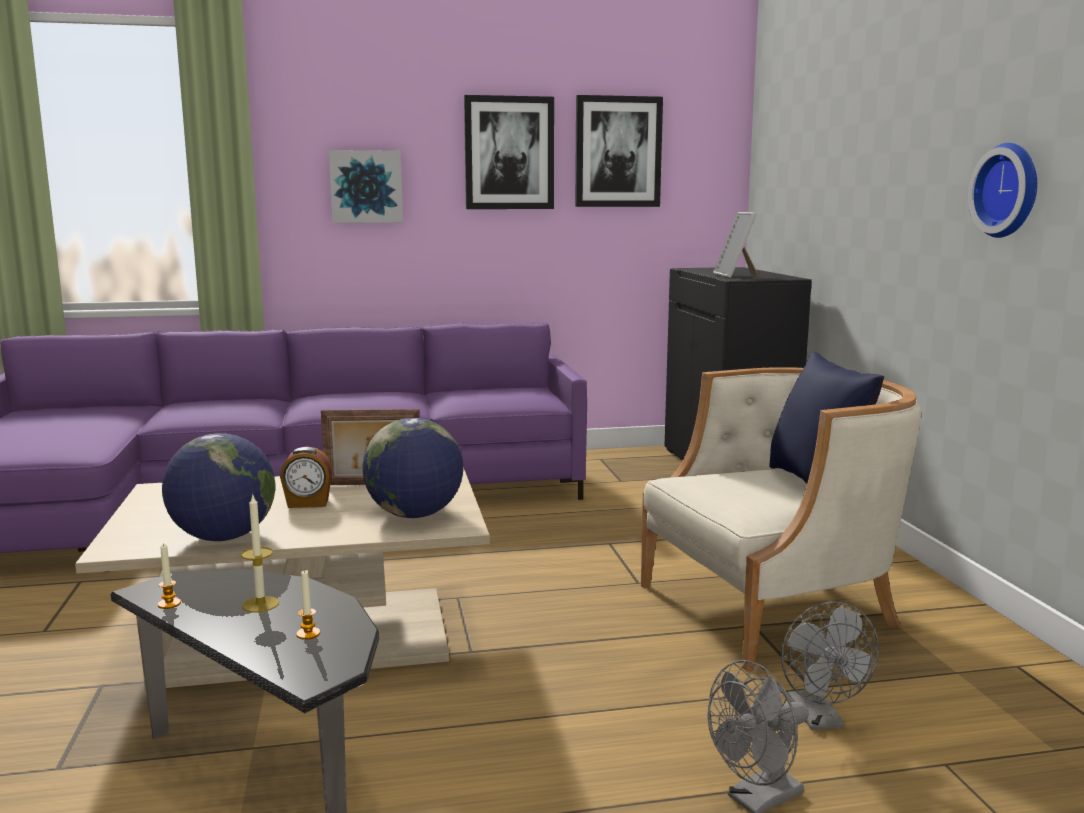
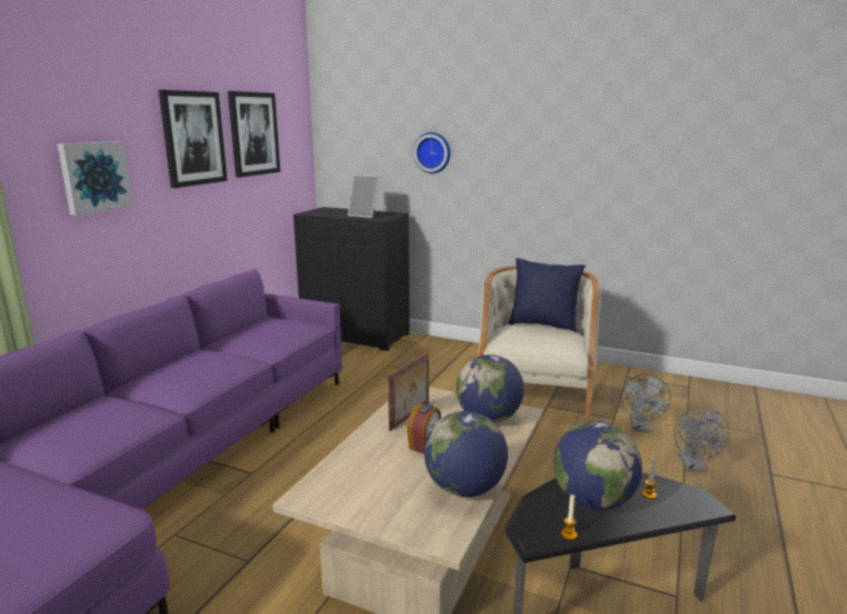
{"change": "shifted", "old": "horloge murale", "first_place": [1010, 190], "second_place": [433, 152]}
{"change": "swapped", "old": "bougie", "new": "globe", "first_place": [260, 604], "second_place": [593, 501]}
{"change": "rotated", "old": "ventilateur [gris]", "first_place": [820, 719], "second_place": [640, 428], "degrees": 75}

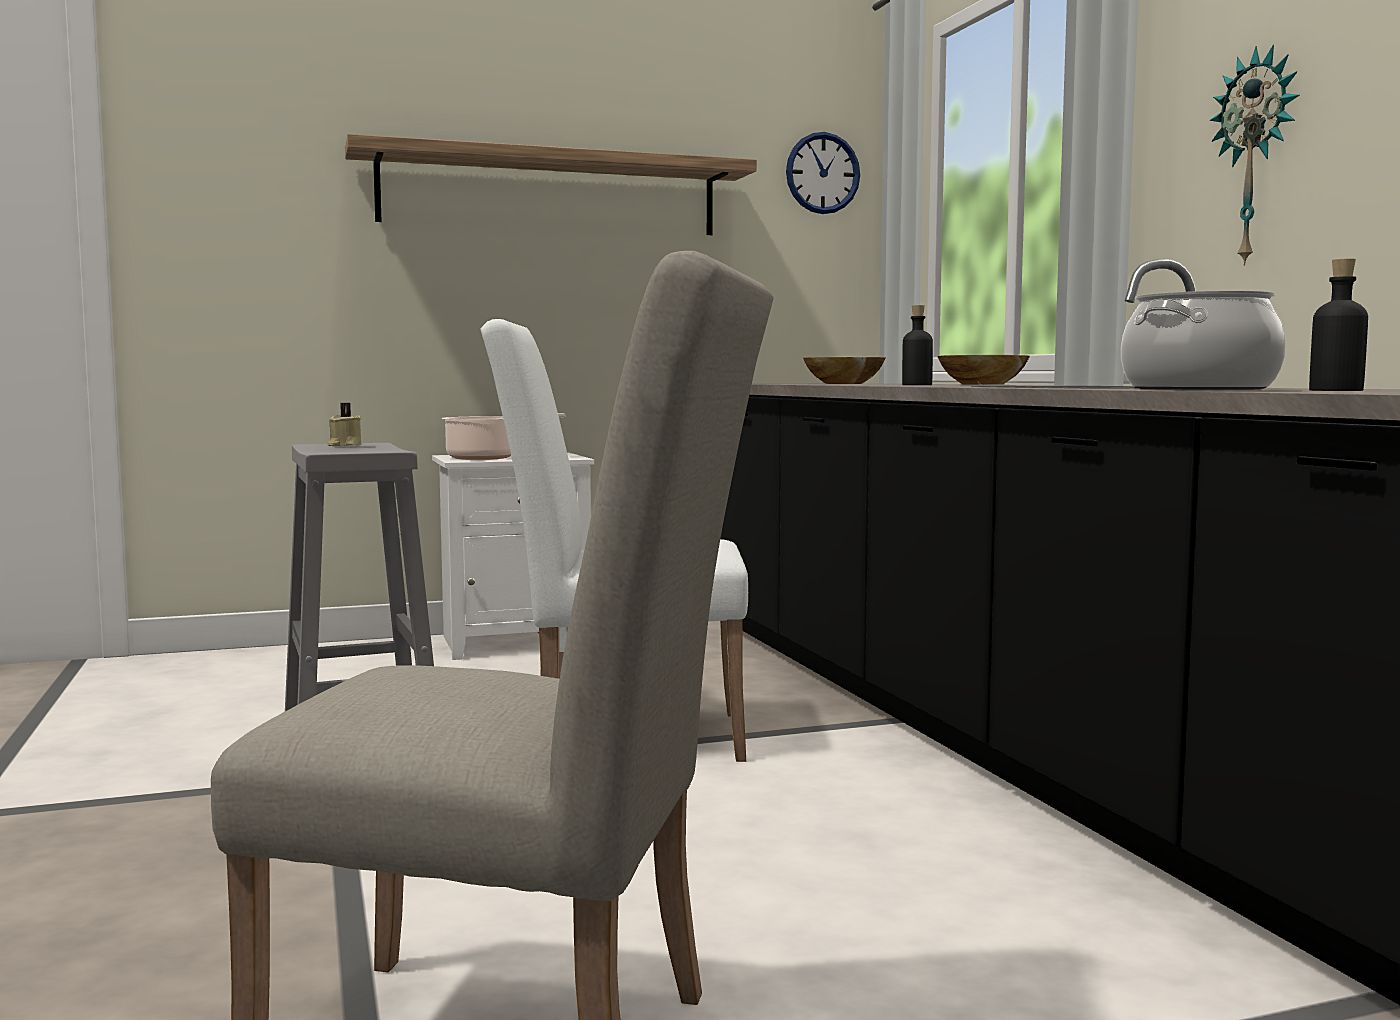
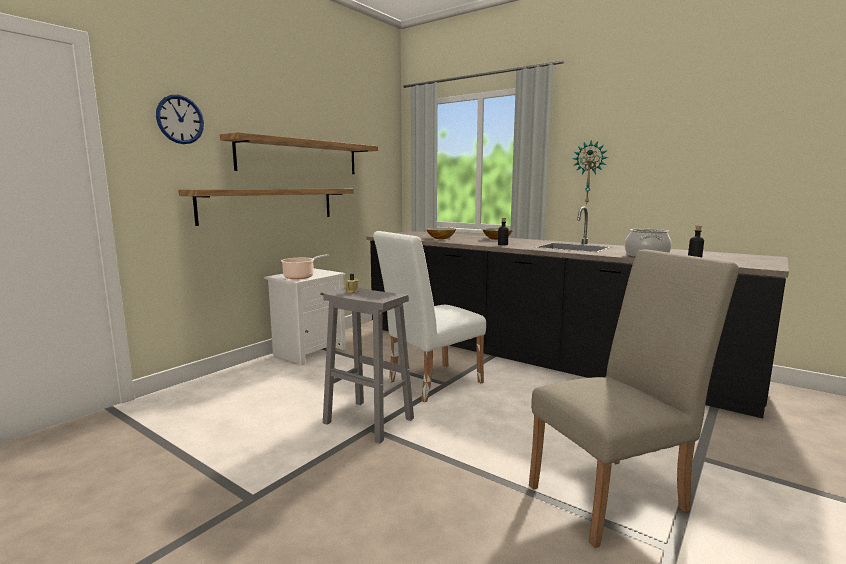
{"change": "shifted", "old": "horloge murale", "first_place": [822, 173], "second_place": [180, 119]}
{"change": "new", "new": "étagère", "second_place": [269, 205]}

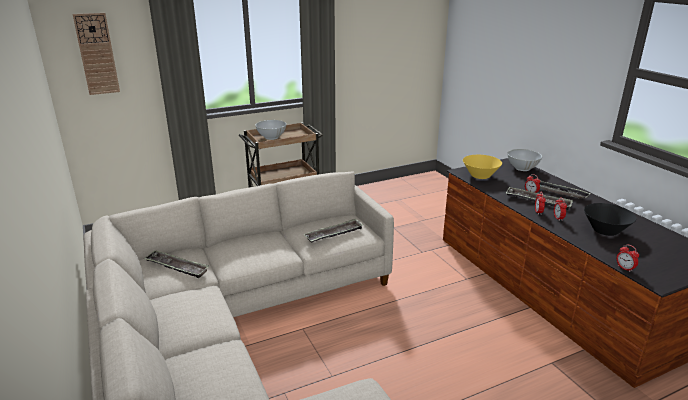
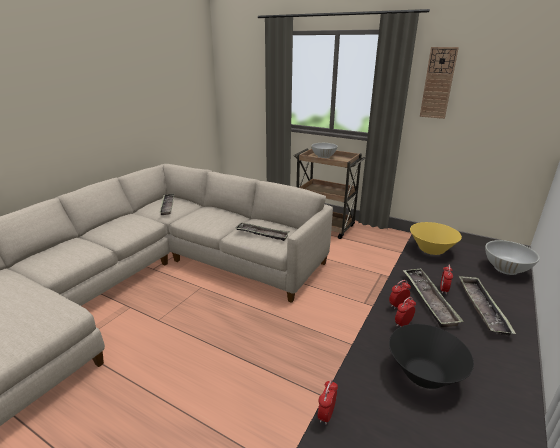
{"change": "shifted", "old": "horloge murale", "first_place": [97, 54], "second_place": [438, 83]}

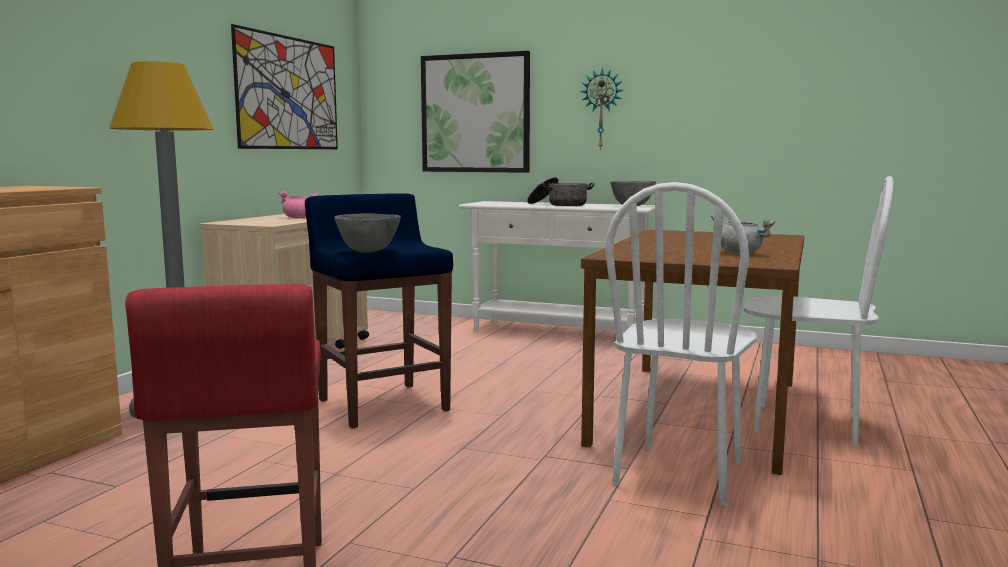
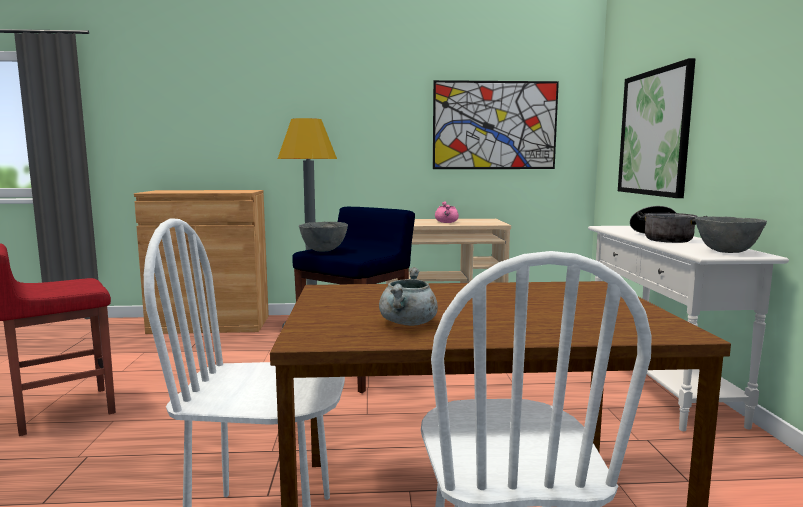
{"change": "gone", "old": "horloge murale", "first_place": [602, 109]}

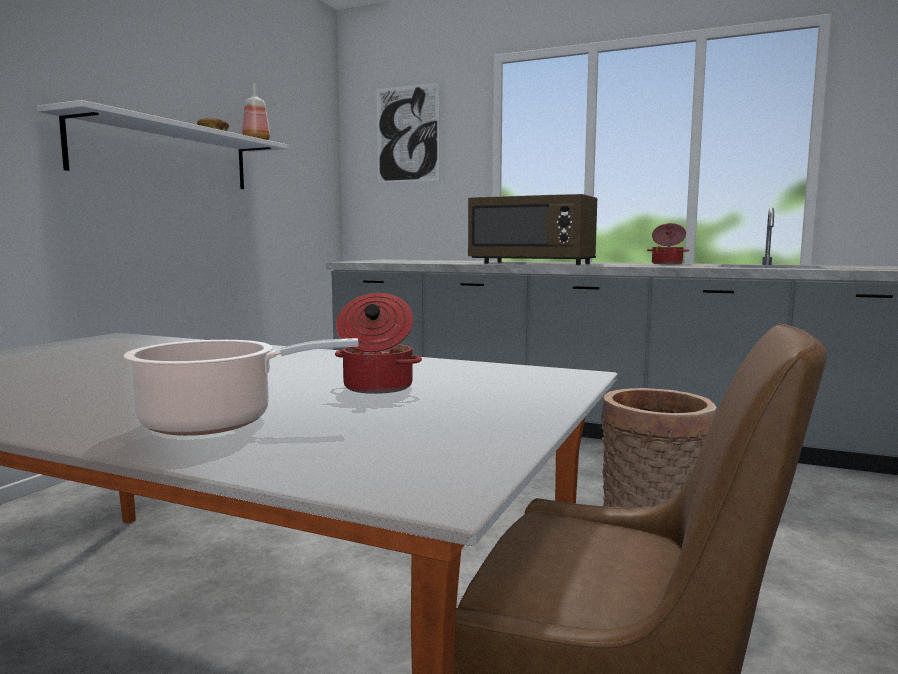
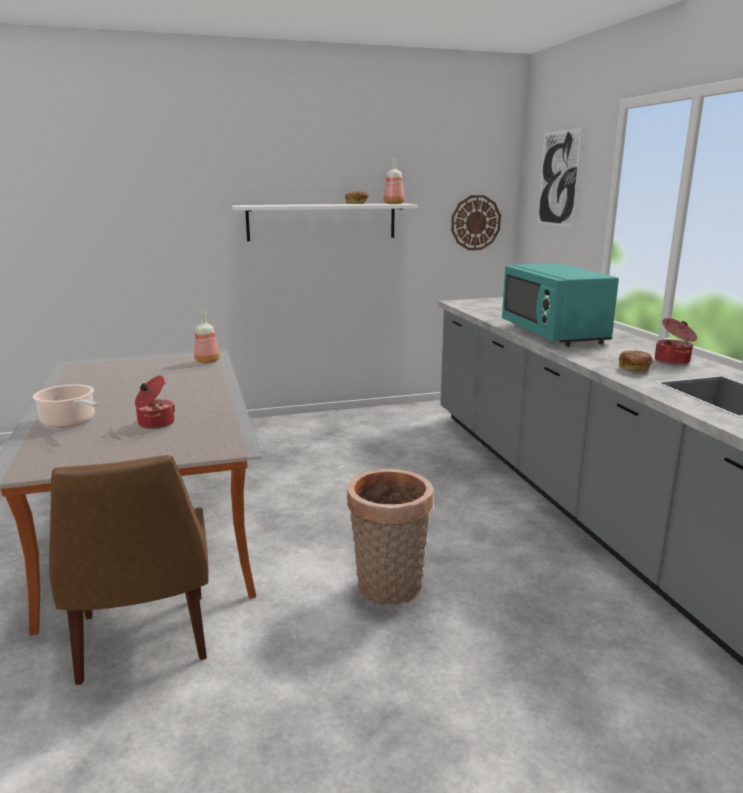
{"change": "repainted", "old": "micro-ondes [marron]", "new": "micro-ondes [turquoise]", "first_place": [533, 263], "second_place": [553, 334]}
{"change": "new", "new": "horloge murale", "second_place": [475, 222]}
{"change": "new", "new": "bouteille", "second_place": [208, 361]}
{"change": "new", "new": "pain", "second_place": [634, 369]}

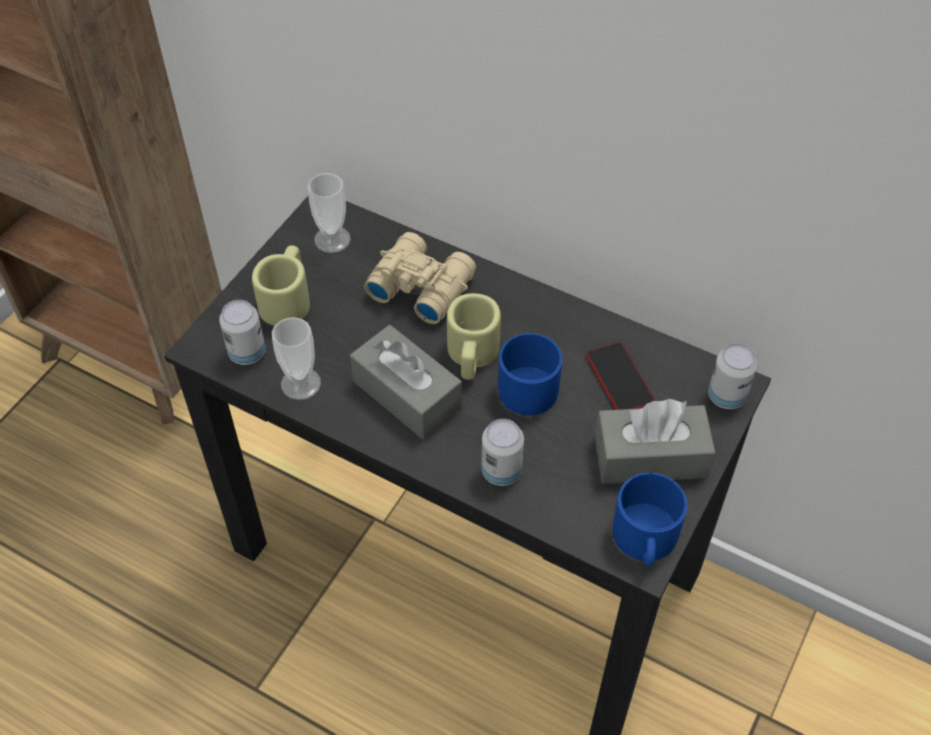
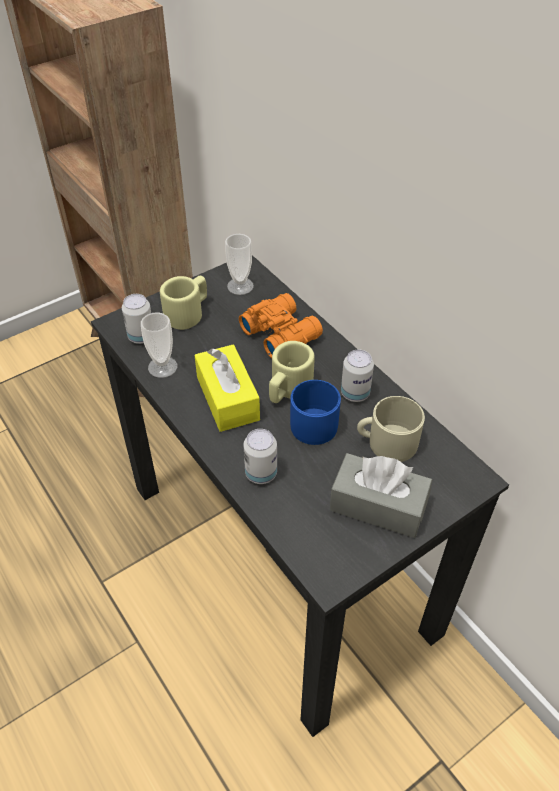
{"change": "repainted", "old": "jumelles [beige]", "new": "jumelles [orange]", "first_place": [420, 285], "second_place": [280, 332]}
{"change": "repainted", "old": "boîte à mouchoirs [gris]", "new": "boîte à mouchoirs [jaune]", "first_place": [407, 394], "second_place": [227, 398]}
{"change": "swapped", "old": "téléphone", "new": "mug [beige]", "first_place": [619, 379], "second_place": [386, 442]}
{"change": "shifted", "old": "boîte métallique", "first_place": [726, 396], "second_place": [355, 393]}
{"change": "gone", "old": "mug [bleu]", "first_place": [645, 540]}

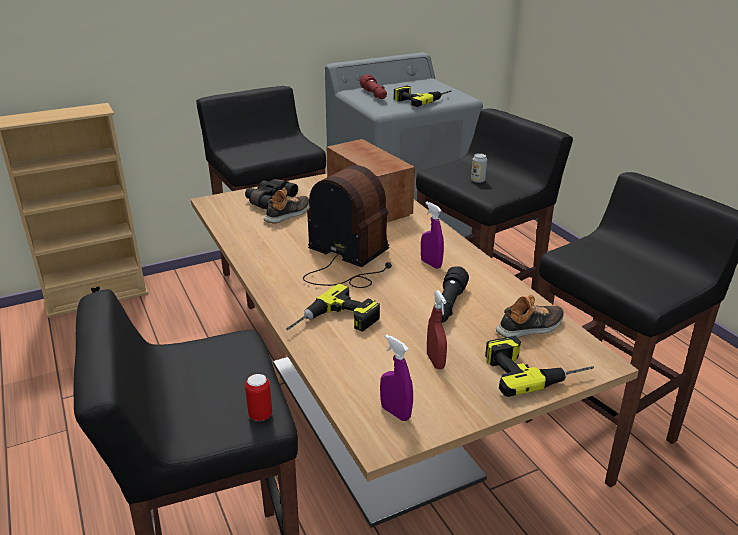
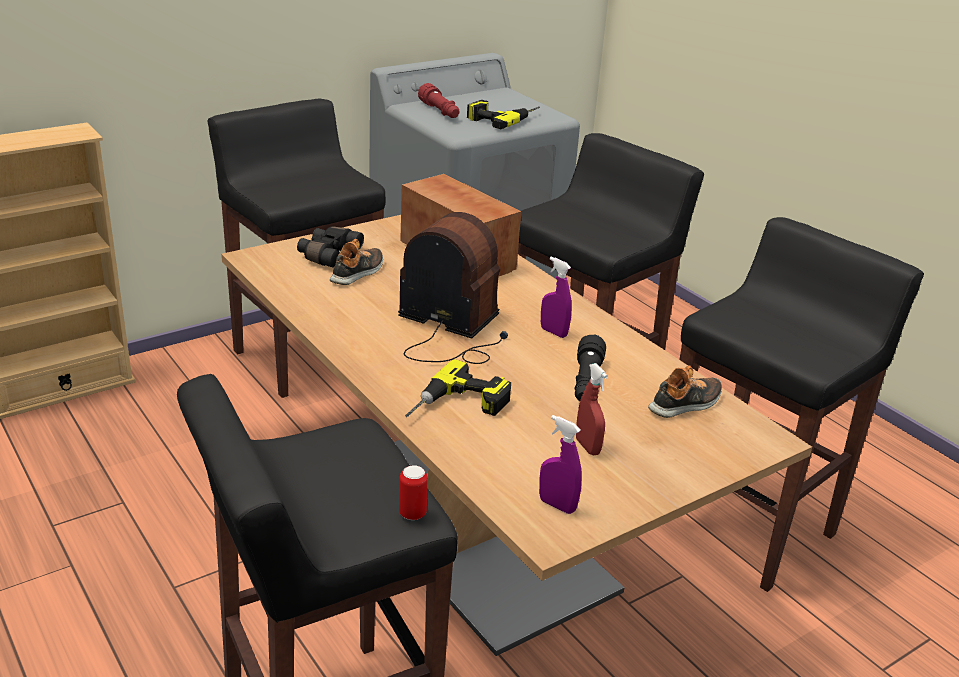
{"change": "gone", "old": "boîte métallique", "first_place": [478, 180]}
{"change": "gone", "old": "perceuse", "first_place": [534, 369]}

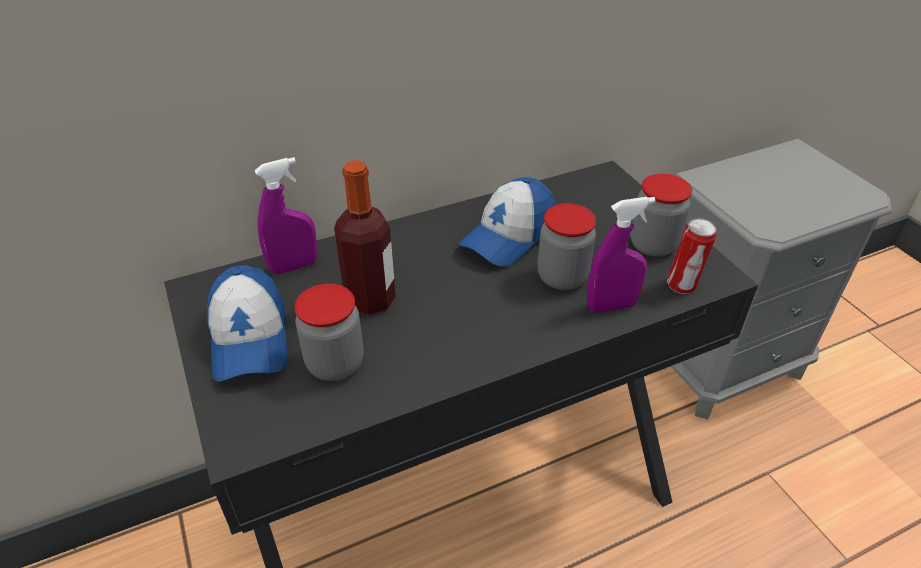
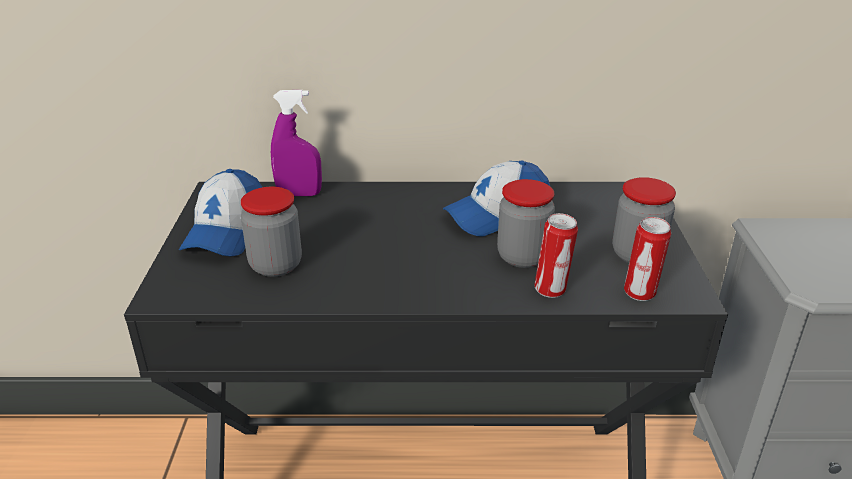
{"change": "gone", "old": "bouteille", "first_place": [370, 300]}
{"change": "swapped", "old": "vaporisateur [violet]", "new": "boîte métallique", "first_place": [611, 306], "second_place": [552, 290]}

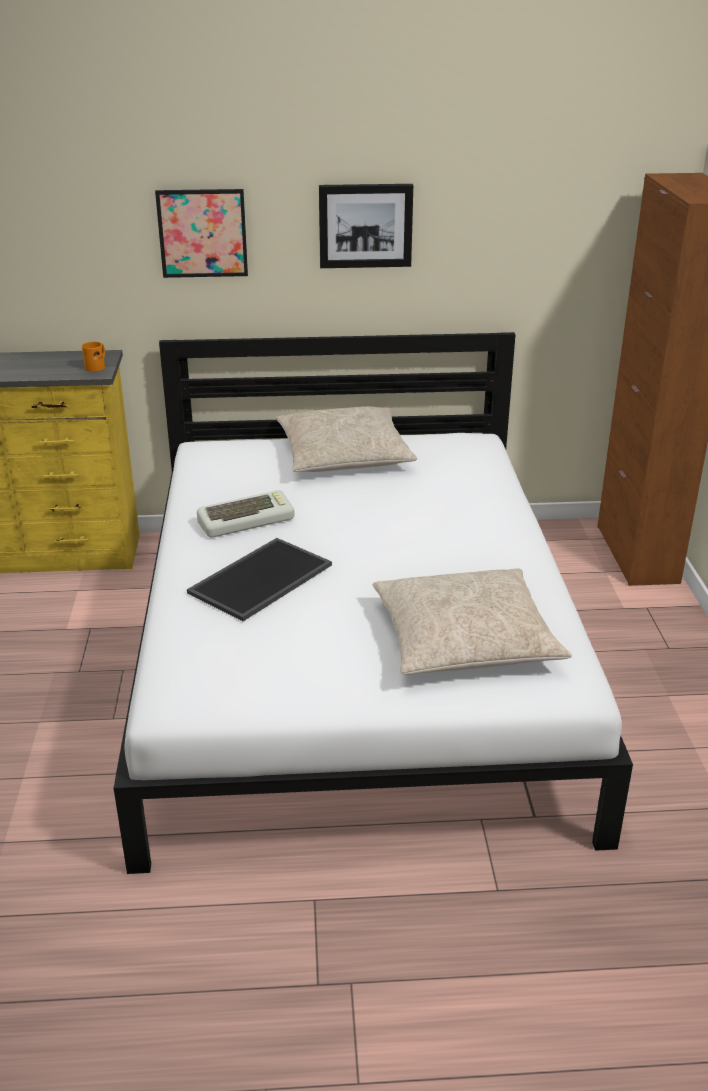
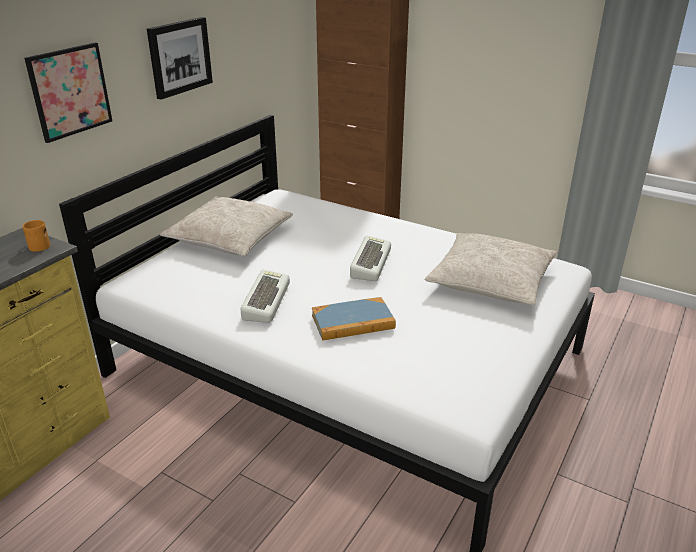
{"change": "swapped", "old": "plateau", "new": "livre", "first_place": [261, 580], "second_place": [353, 322]}
{"change": "new", "new": "clavier", "second_place": [369, 263]}

